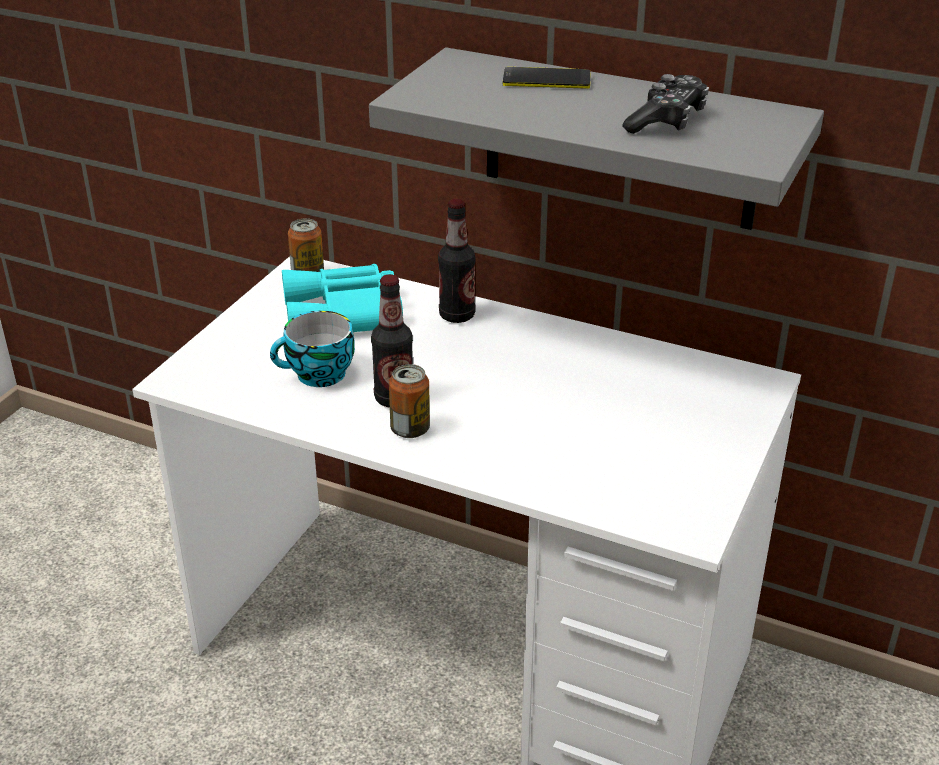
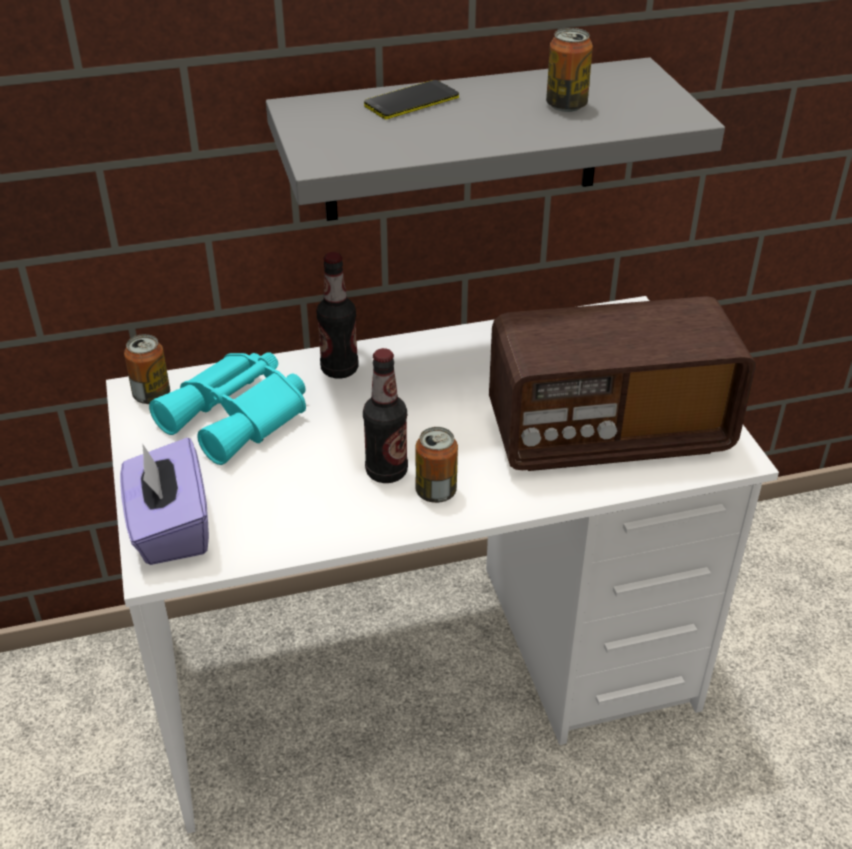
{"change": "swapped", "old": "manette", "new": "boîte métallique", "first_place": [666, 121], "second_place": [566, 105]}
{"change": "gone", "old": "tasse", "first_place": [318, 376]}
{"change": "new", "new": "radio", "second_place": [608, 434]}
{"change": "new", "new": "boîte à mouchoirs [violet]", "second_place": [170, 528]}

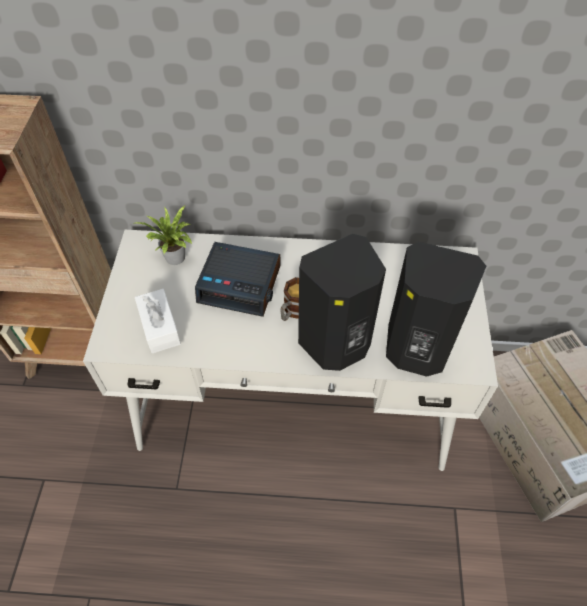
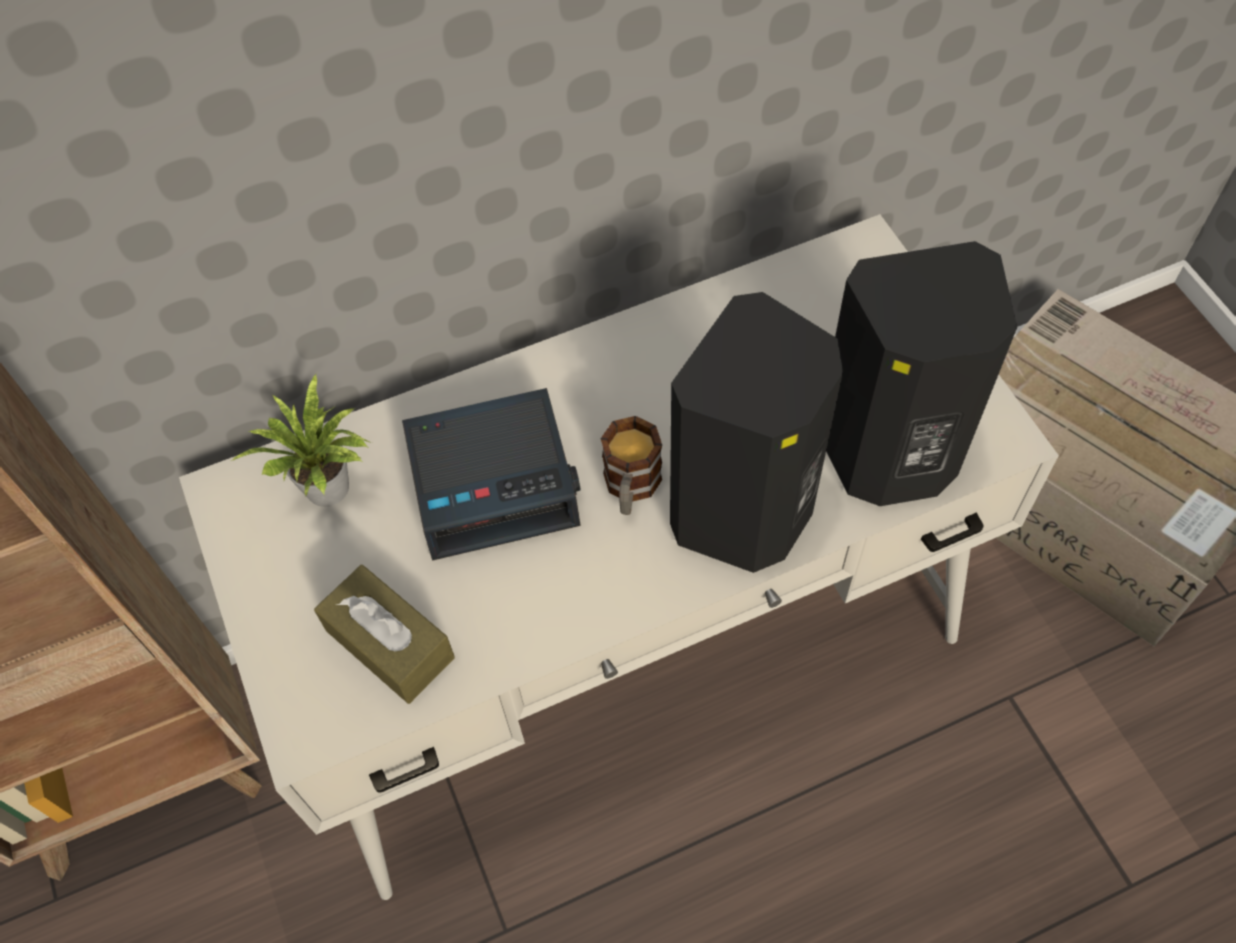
{"change": "repainted", "old": "boîte à mouchoirs [blanc]", "new": "boîte à mouchoirs [marron]", "first_place": [160, 327], "second_place": [390, 644]}

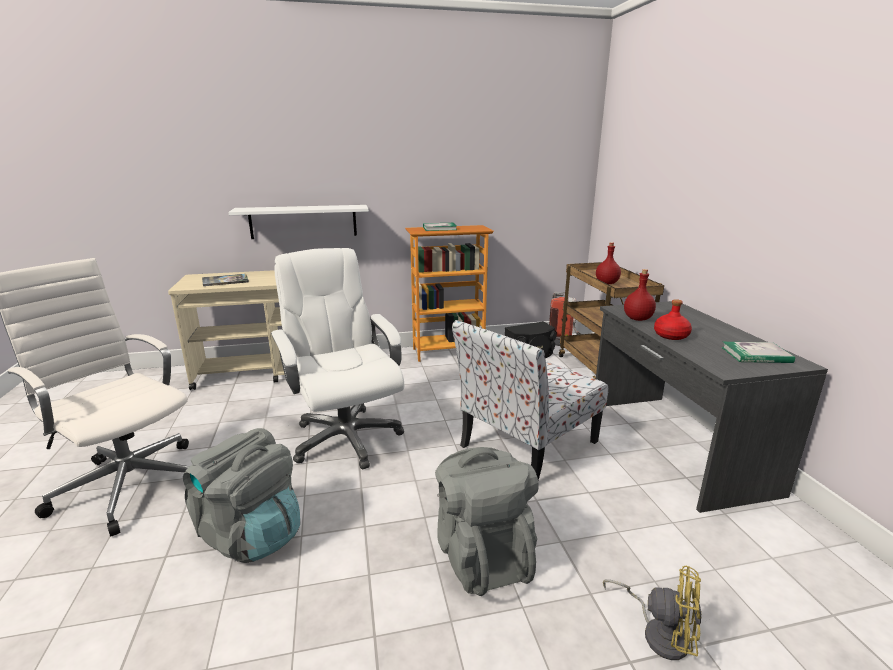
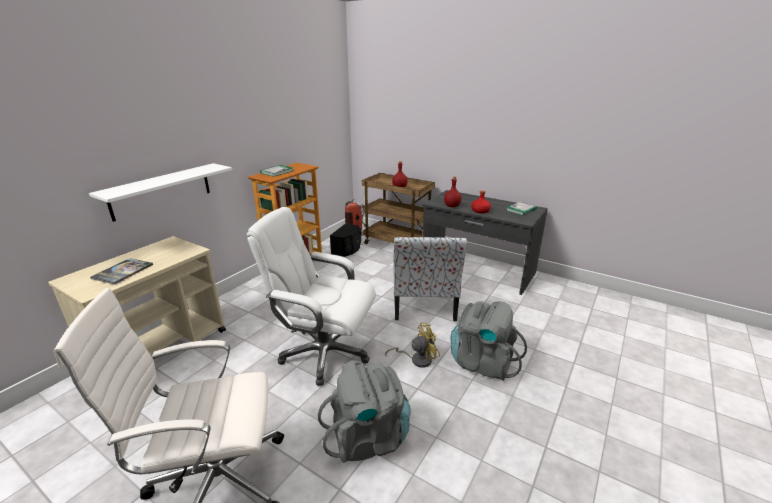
{"change": "shifted", "old": "ventilateur [jaune]", "first_place": [659, 632], "second_place": [417, 359]}

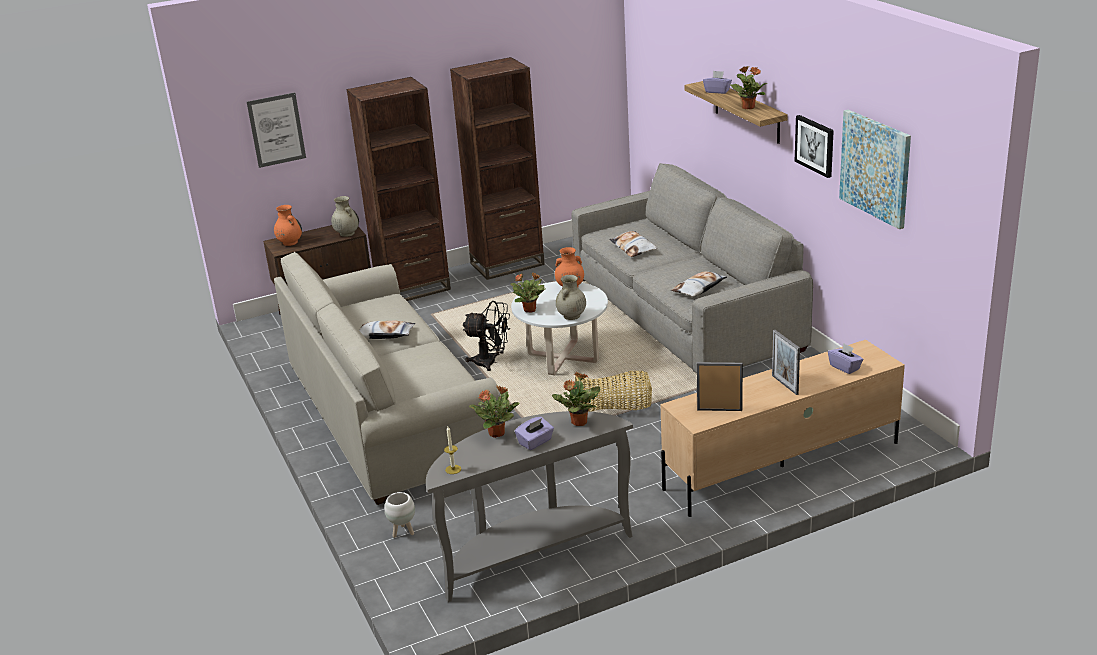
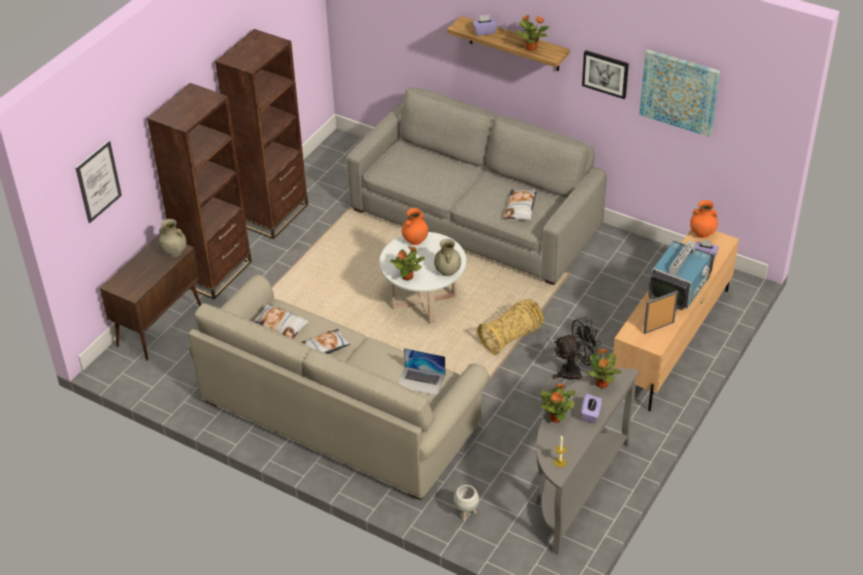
{"change": "shifted", "old": "vase [orange]", "first_place": [290, 242], "second_place": [702, 233]}
{"change": "shifted", "old": "coussin", "first_place": [633, 248], "second_place": [281, 325]}
{"change": "shifted", "old": "ventilateur [noir]", "first_place": [491, 362], "second_place": [575, 371]}
{"change": "swapped", "old": "cadre photo", "new": "téléviseur", "first_place": [785, 385], "second_place": [680, 287]}
{"change": "new", "new": "ordinateur portable", "second_place": [421, 381]}

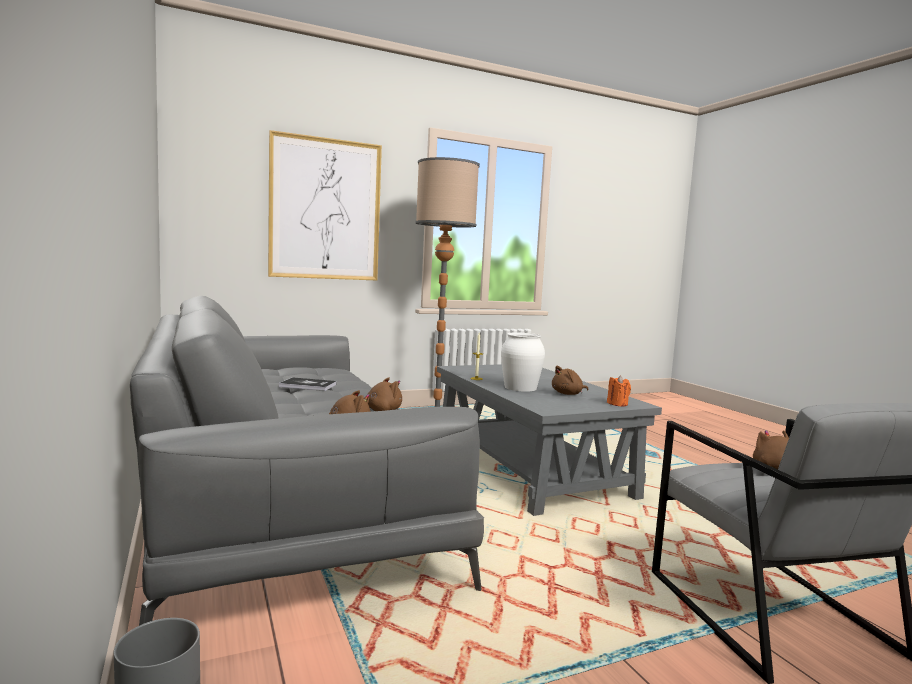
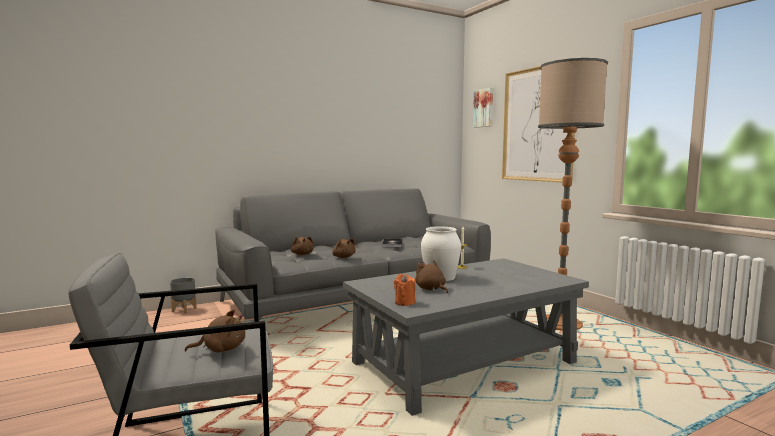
{"change": "new", "new": "tableau", "second_place": [484, 108]}

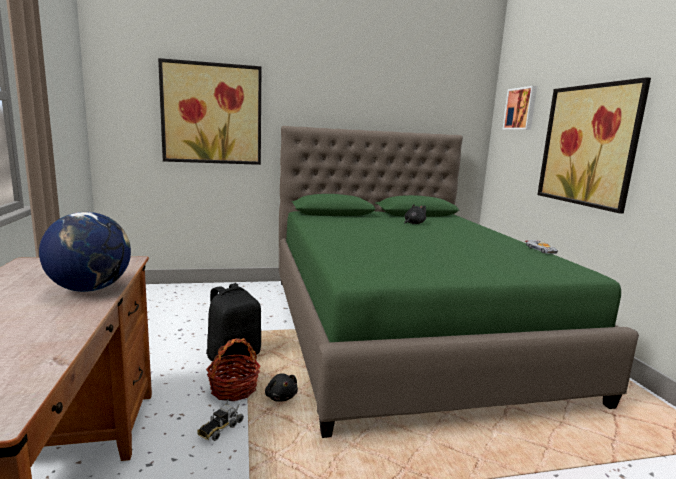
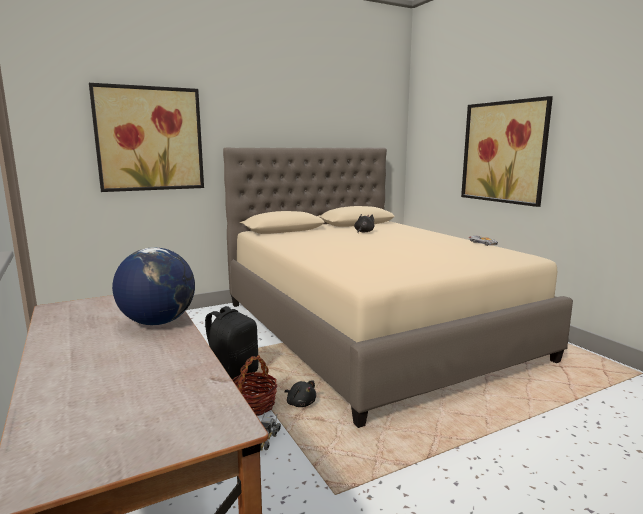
{"change": "gone", "old": "tableau", "first_place": [521, 109]}
{"change": "repainted", "old": "lit [vert]", "new": "lit [beige]", "first_place": [404, 329], "second_place": [371, 329]}

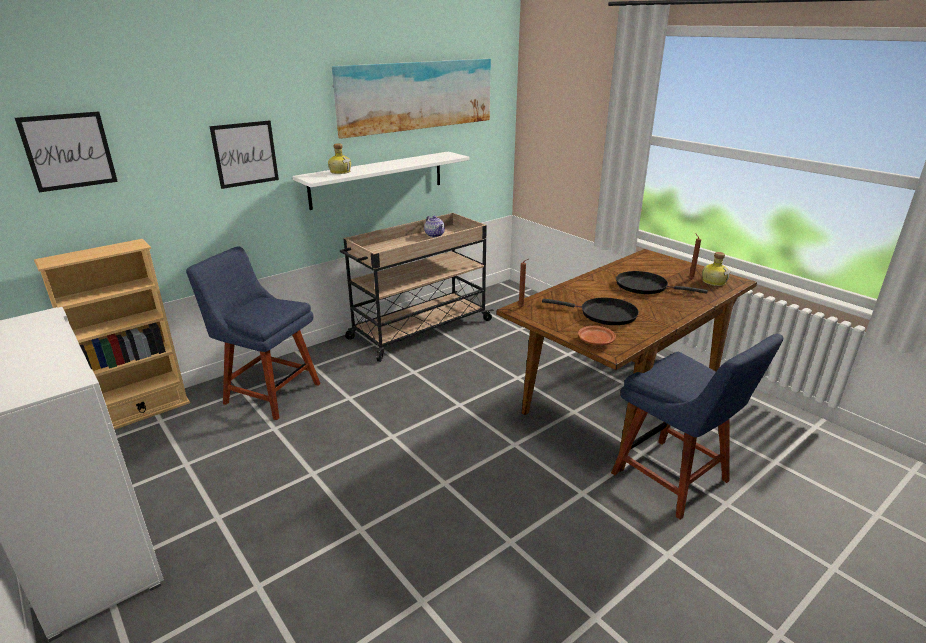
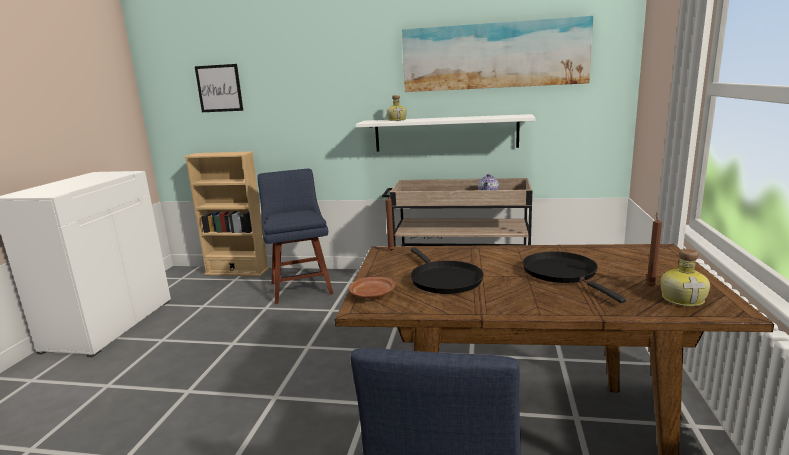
{"change": "gone", "old": "tableau", "first_place": [245, 154]}

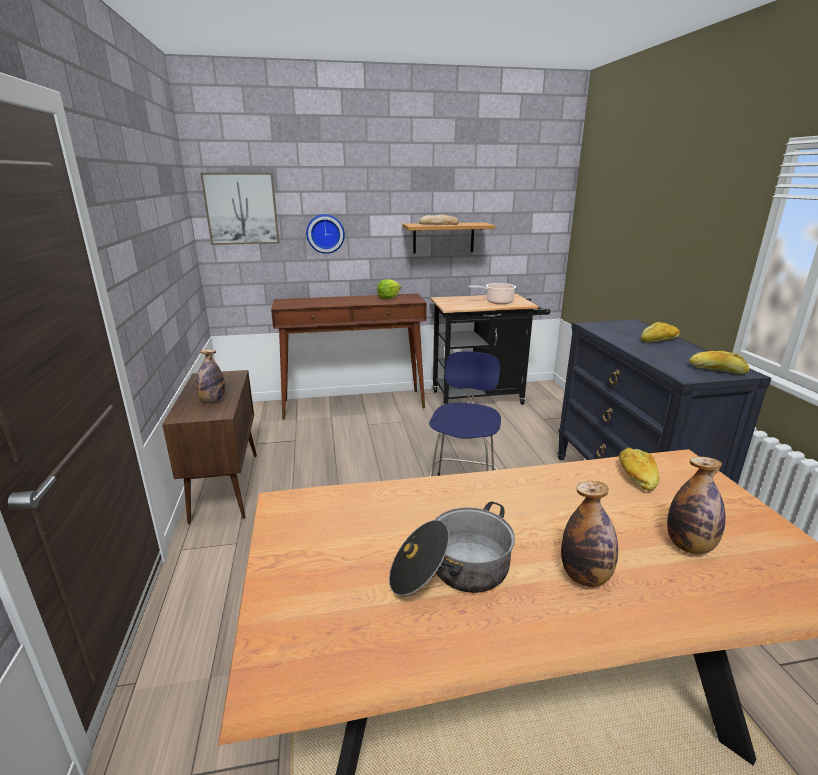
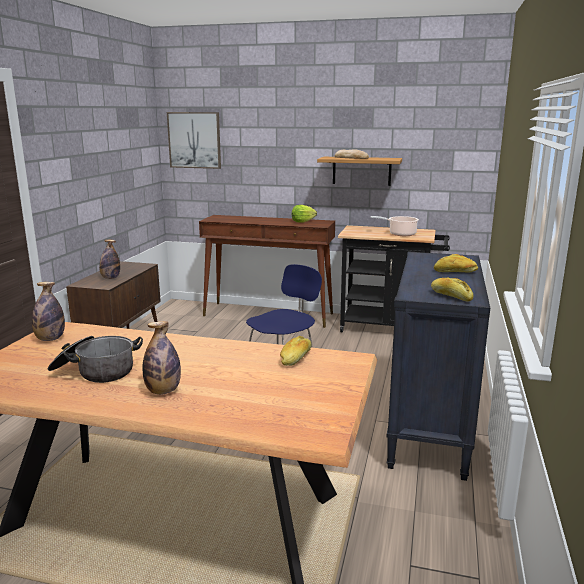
{"change": "gone", "old": "horloge murale", "first_place": [325, 233]}
{"change": "shifted", "old": "bouteille", "first_place": [689, 546], "second_place": [50, 339]}

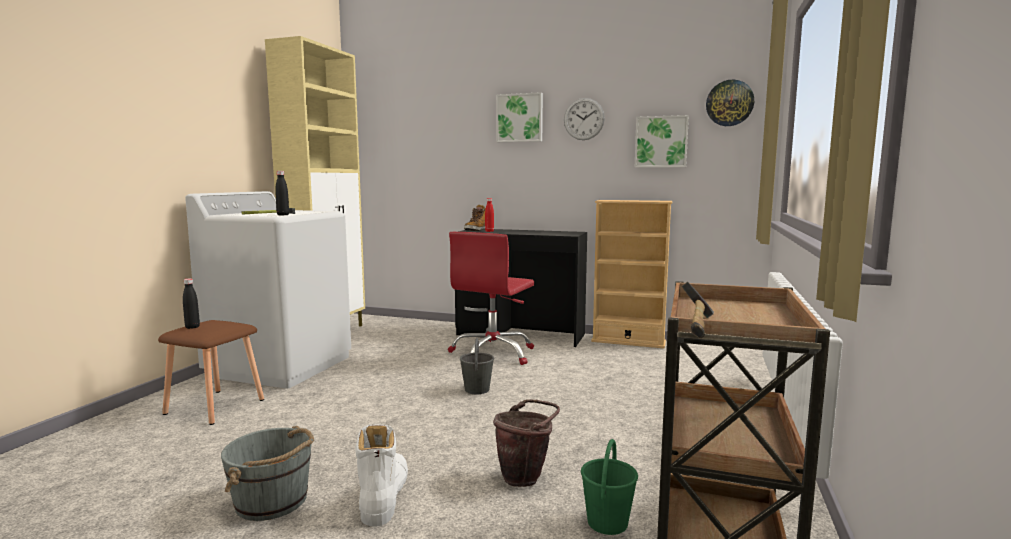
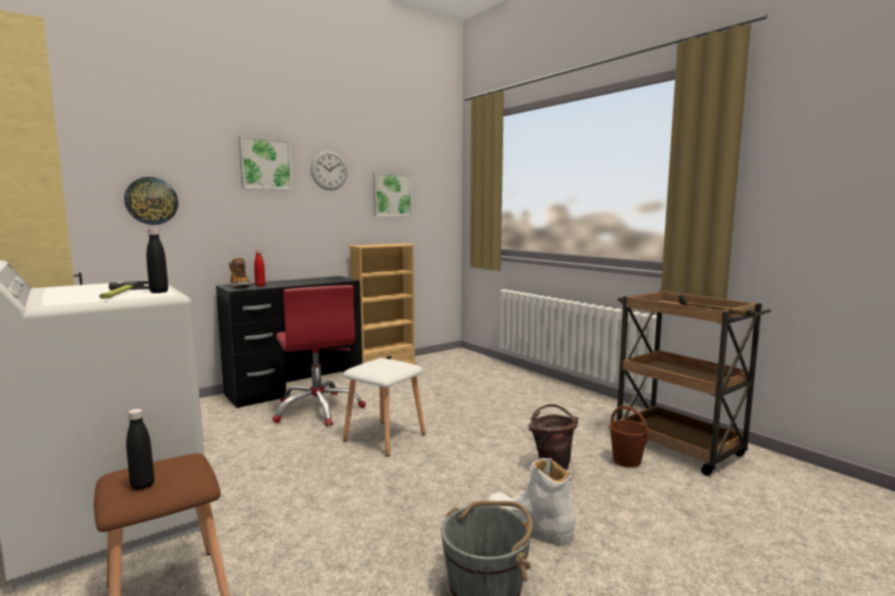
{"change": "shifted", "old": "horloge murale", "first_place": [729, 103], "second_place": [151, 201]}
{"change": "swapped", "old": "seau [gris]", "new": "tabouret [blanc]", "first_place": [477, 389], "second_place": [383, 437]}
{"change": "repainted", "old": "seau [vert]", "new": "seau [marron]", "first_place": [607, 523], "second_place": [627, 461]}

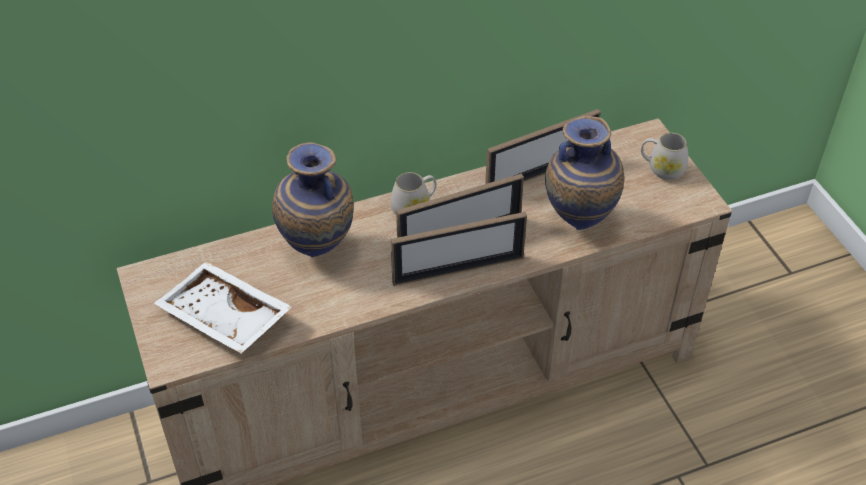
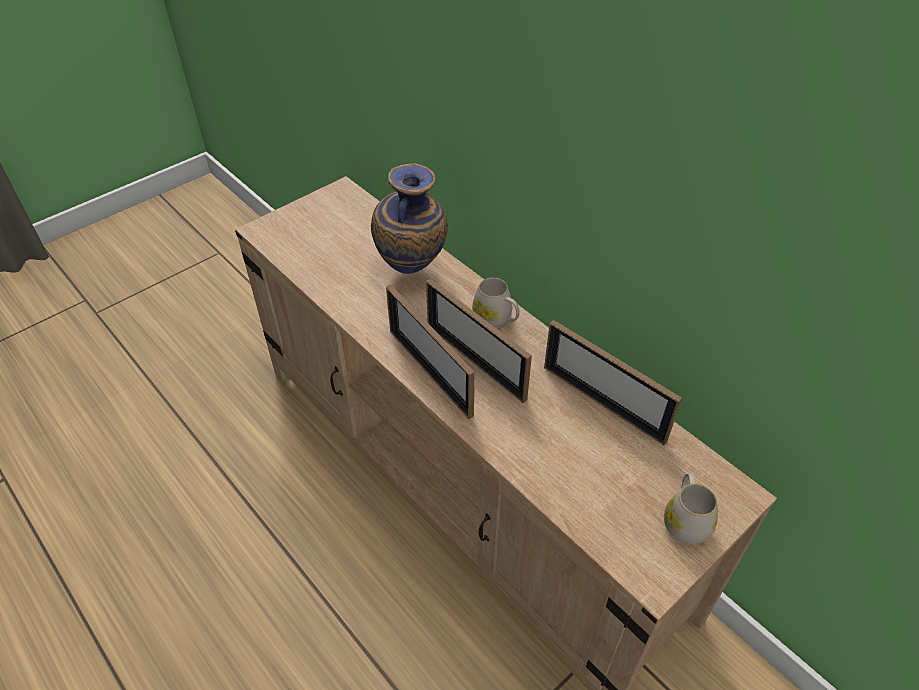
{"change": "gone", "old": "vase", "first_place": [579, 221]}
{"change": "gone", "old": "plateau [blanc]", "first_place": [223, 319]}

